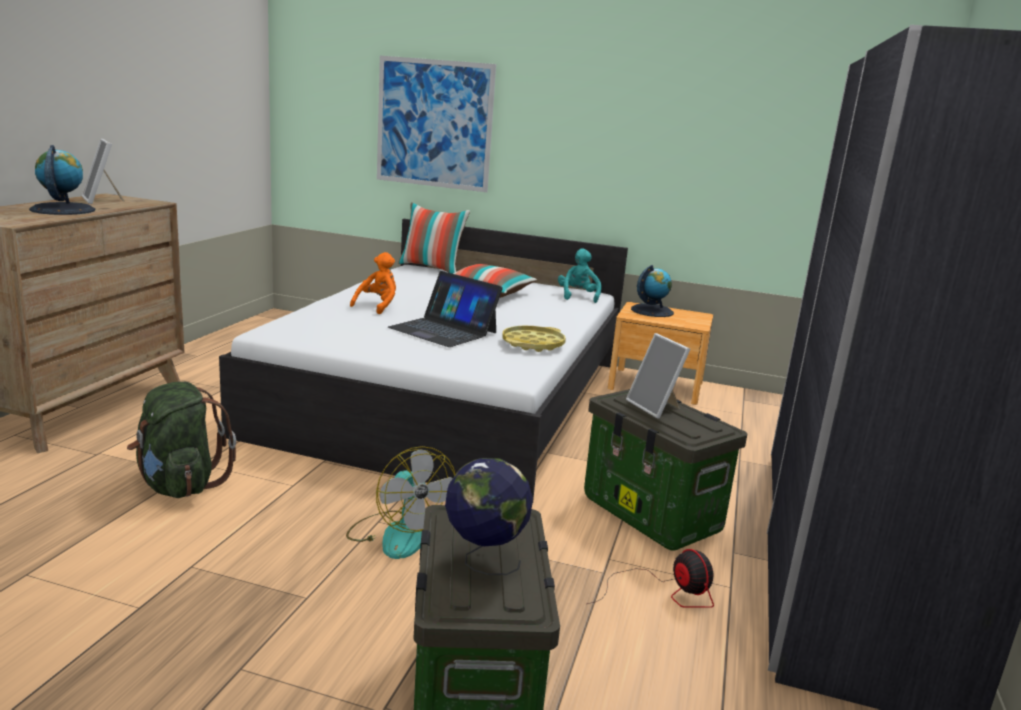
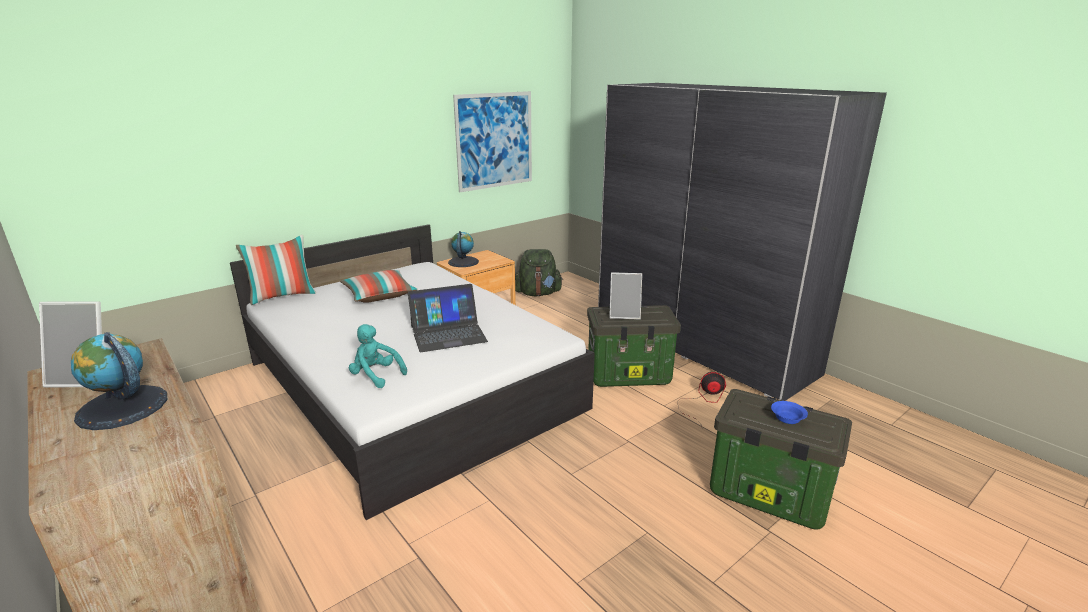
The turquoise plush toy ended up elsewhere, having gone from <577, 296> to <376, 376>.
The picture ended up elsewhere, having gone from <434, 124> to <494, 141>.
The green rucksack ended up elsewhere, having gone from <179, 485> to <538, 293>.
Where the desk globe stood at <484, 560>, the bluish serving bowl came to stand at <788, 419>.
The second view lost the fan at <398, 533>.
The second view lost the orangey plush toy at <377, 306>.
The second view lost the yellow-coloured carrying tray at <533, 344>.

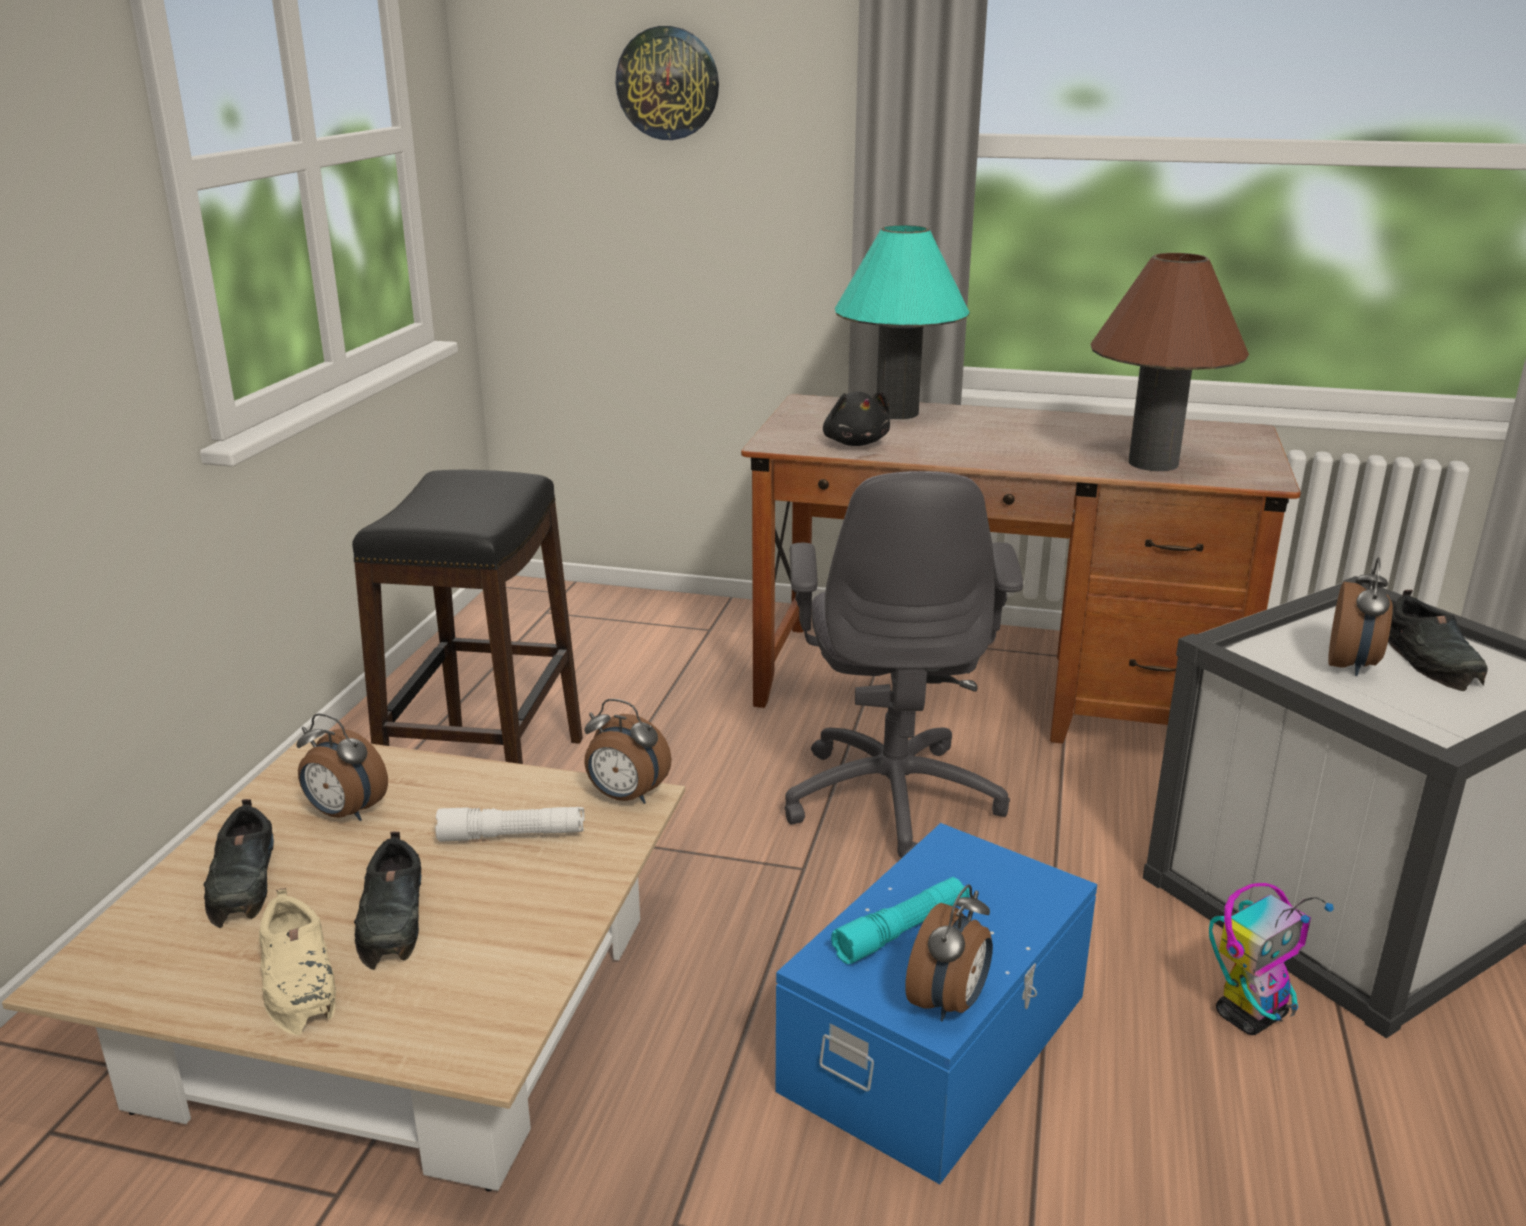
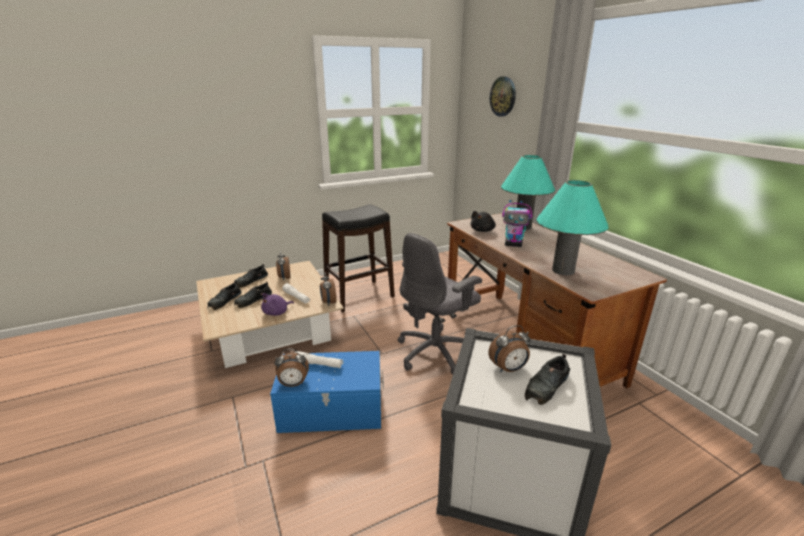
What was the sand-coloured item of footwear at <299, 978> turned into the black item of footwear at <224, 301>.
The second view gained the purplish plush toy at <277, 313>.
What was the turquoise torch at <902, 931> turned into the white-coloured torch at <318, 364>.
The model robot ended up elsewhere, having gone from <1251, 1015> to <513, 245>.
What was the brown tabletop lamp at <1153, 463> turned into the turquoise tabletop lamp at <563, 270>.

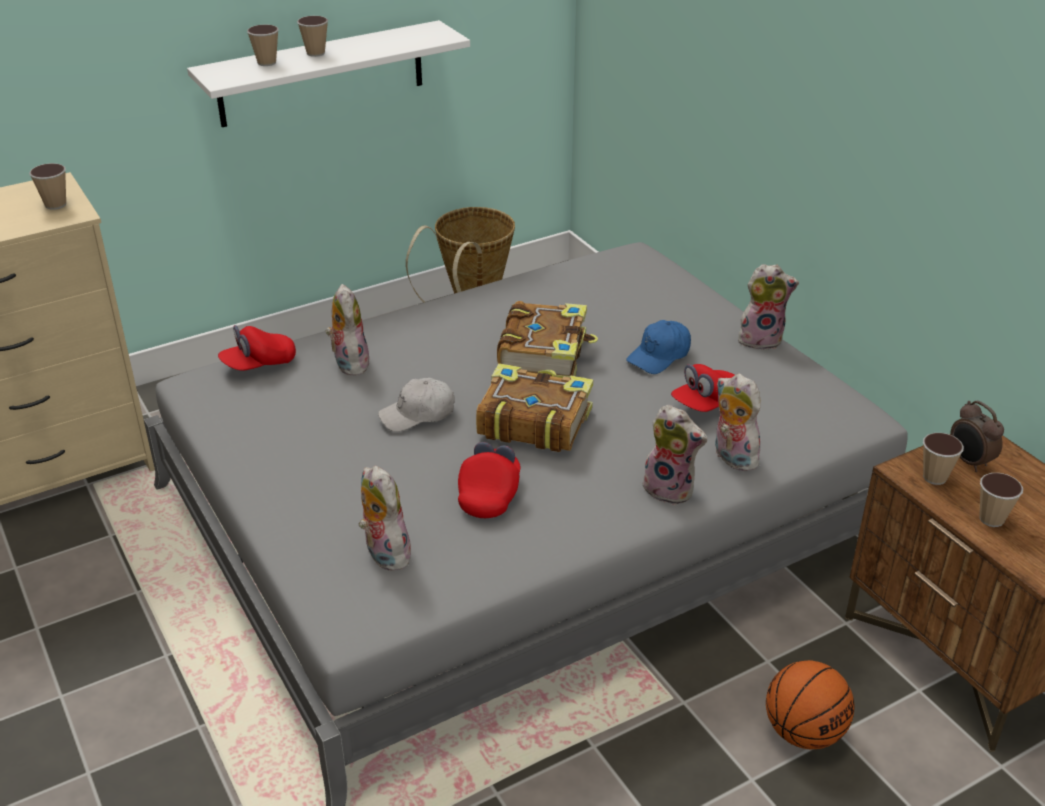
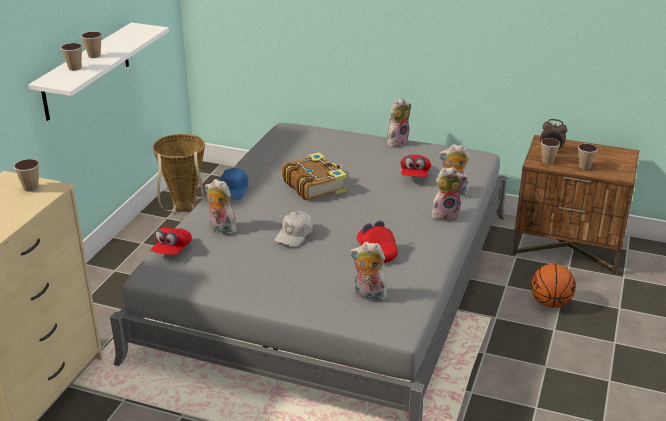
The bluish cap ended up elsewhere, having gone from <659, 356> to <233, 189>.
The second view lost the bound book at <533, 421>.

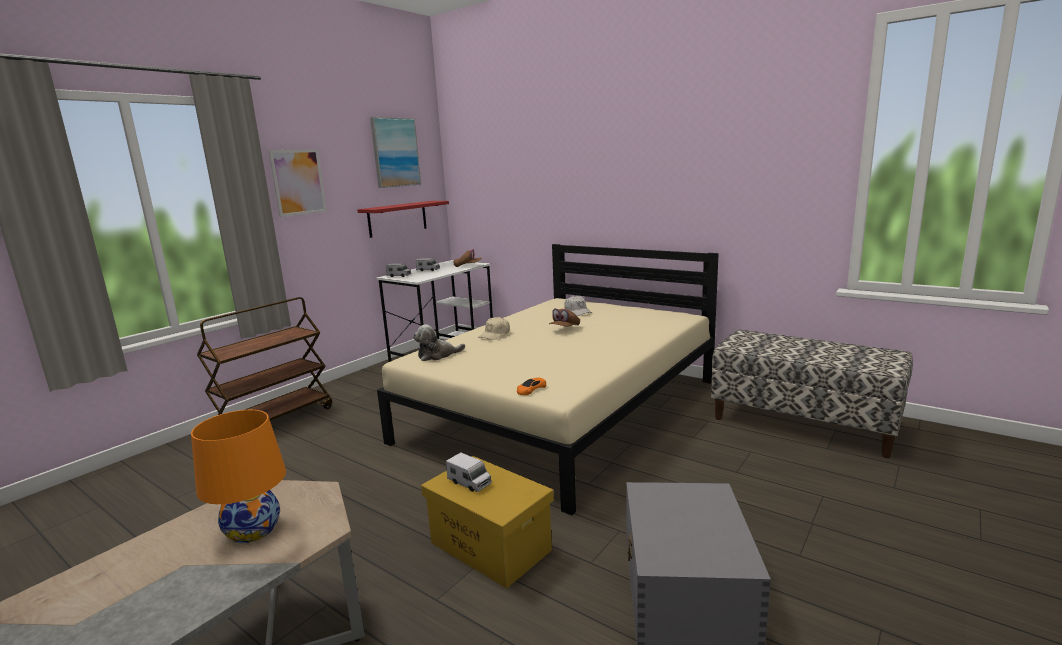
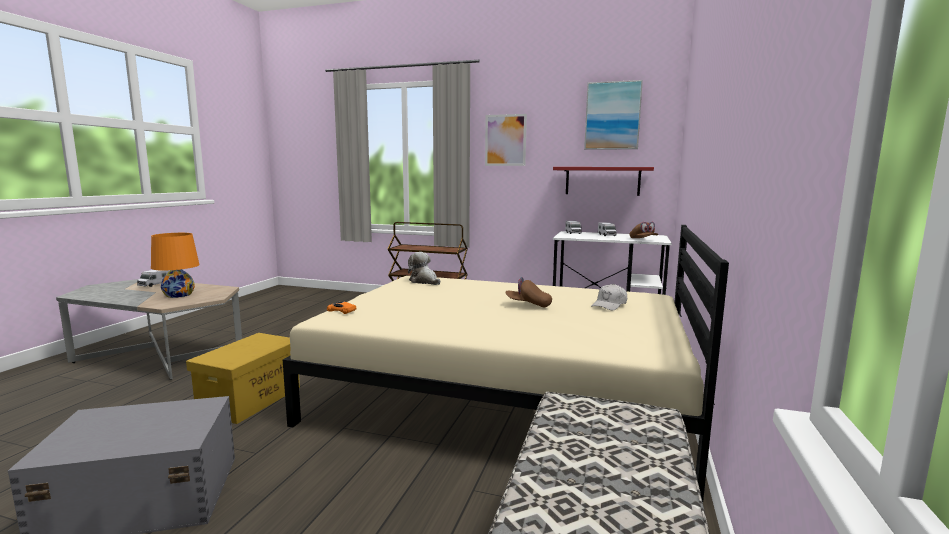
The model truck ended up elsewhere, having gone from <469, 482> to <154, 284>.
The second view lost the sand-coloured cap at <495, 335>.

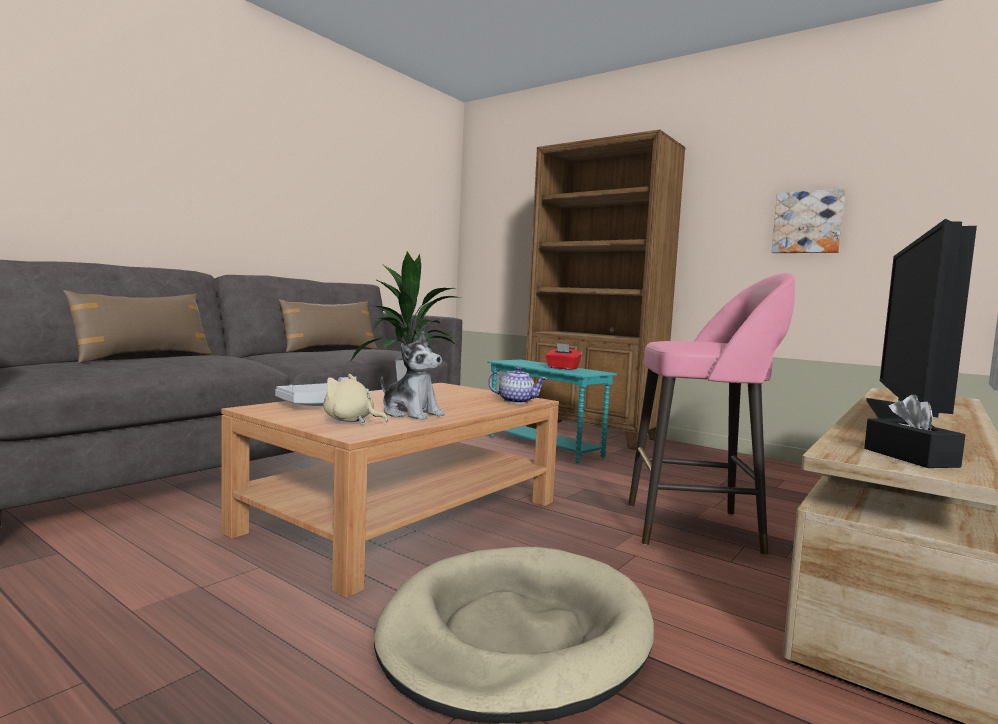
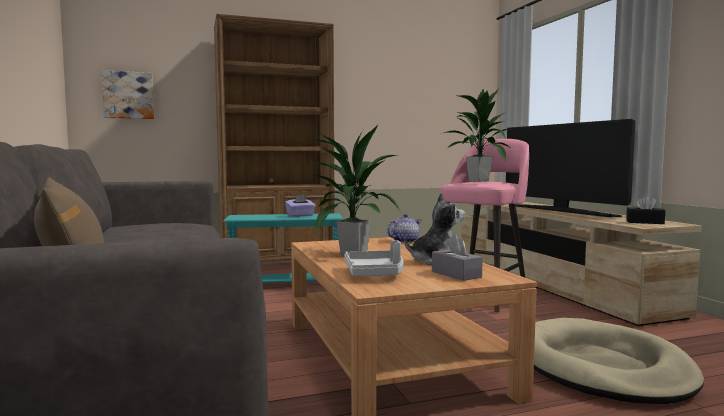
The picture ended up elsewhere, having gone from <808, 222> to <128, 95>.
What was the reddish tissue box at <562, 368> turned into the purplish tissue box at <300, 215>.
Where the sand-coloured plush toy stood at <351, 421>, the greyish tissue box came to stand at <456, 274>.
The second view gained the potted plant at <477, 181>.
The second view lost the brown cushion at <329, 349>.

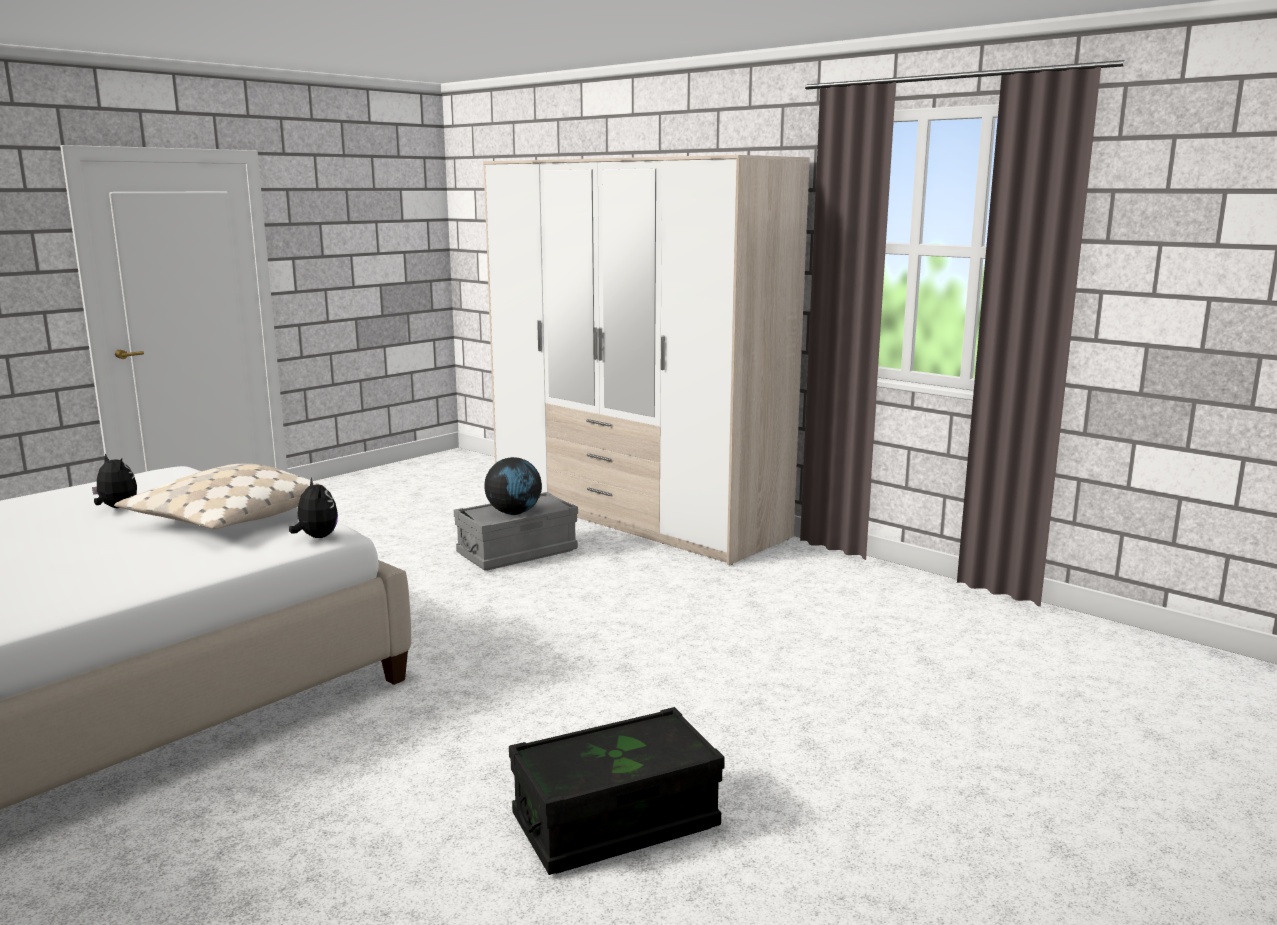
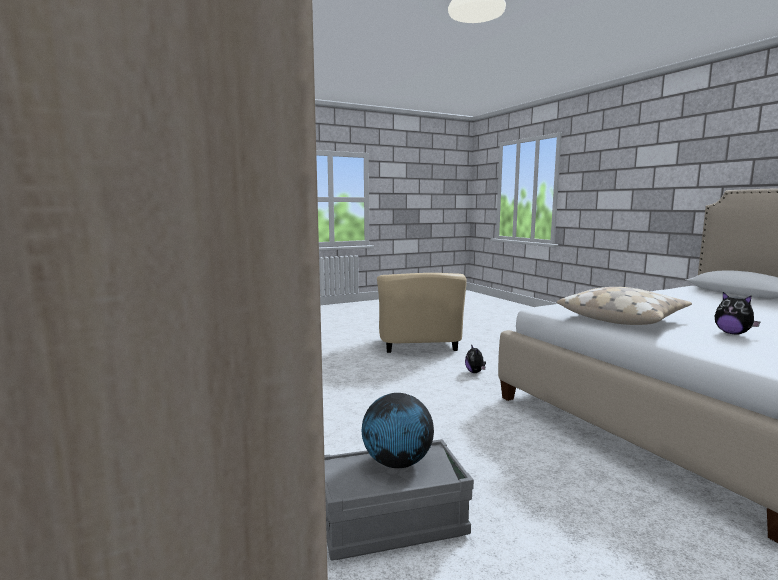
Where the black storage box stood at <616, 823>, the sand-coloured easy chair came to stand at <419, 347>.
The plush toy ended up elsewhere, having gone from <316, 537> to <475, 372>.

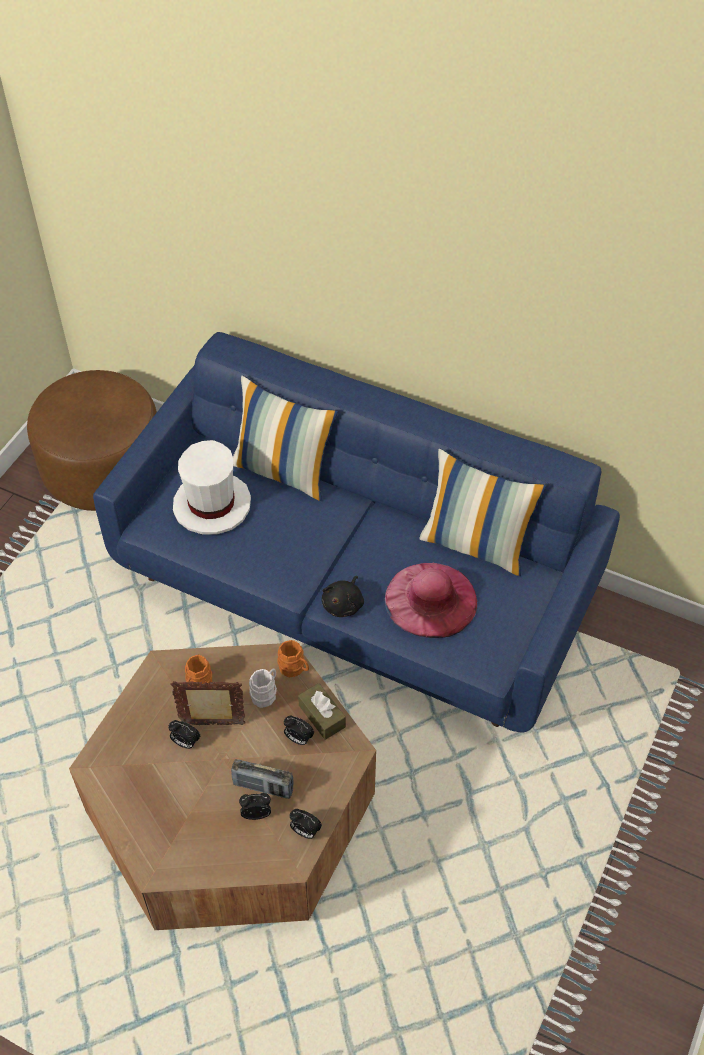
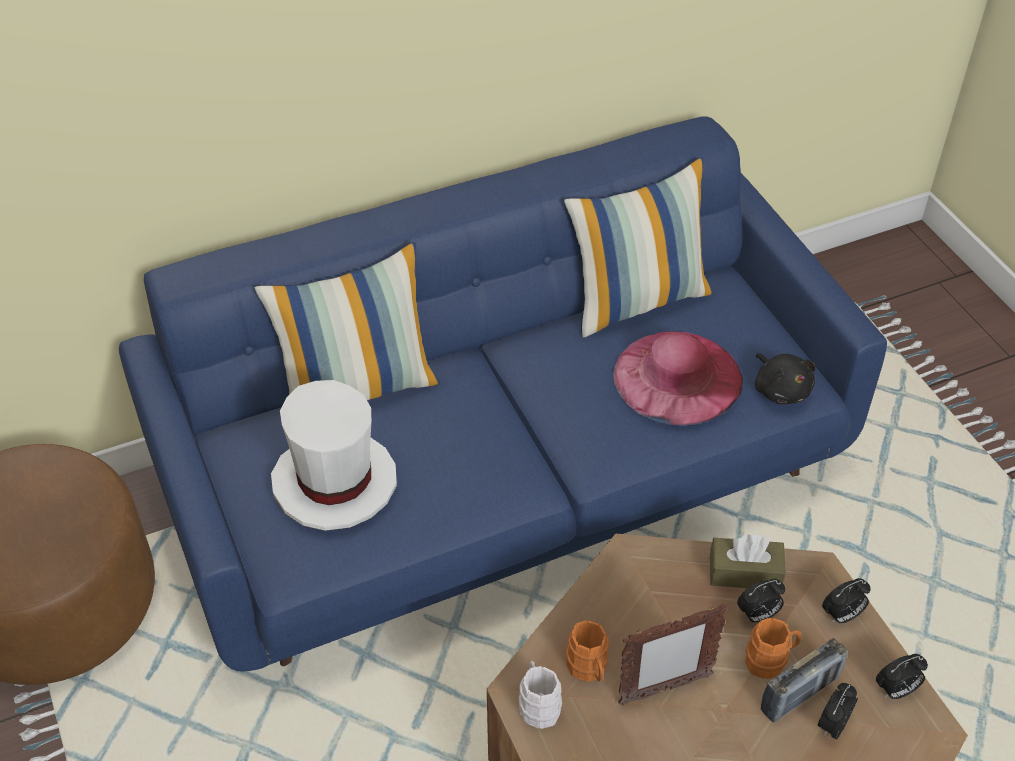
The white-coloured coffee mug ended up elsewhere, having gone from <265, 693> to <538, 704>.
The standing frame at <213, 725> ended up facing another way, 150 degrees counterclockwise from before.
The orangey coffee mug ended up elsewhere, having gone from <294, 668> to <770, 660>.
The black plush toy ended up elsewhere, having gone from <344, 604> to <781, 389>.
The bedside clock ended up elsewhere, having gone from <185, 742> to <841, 616>.

